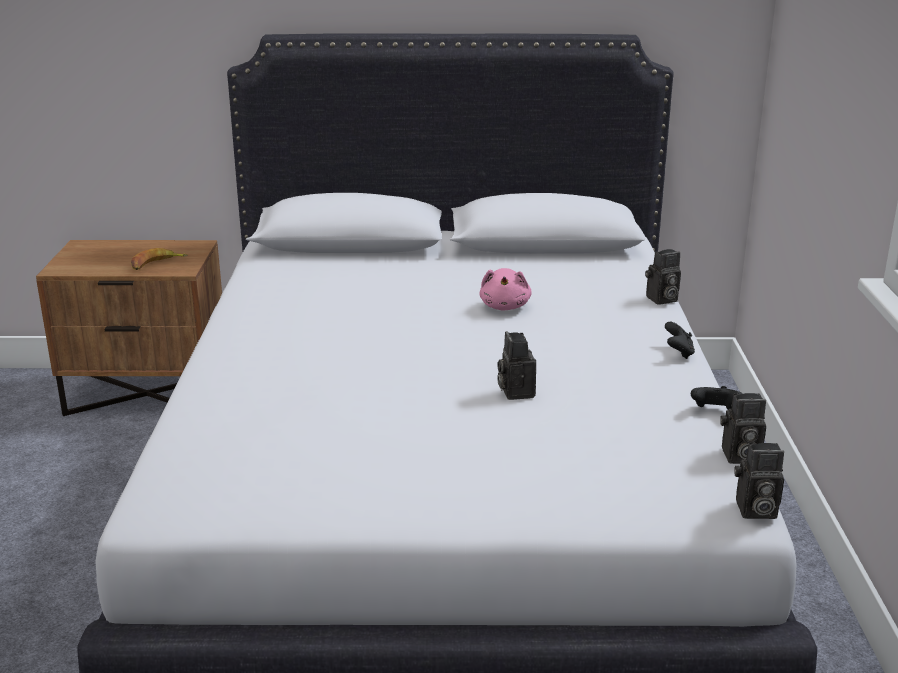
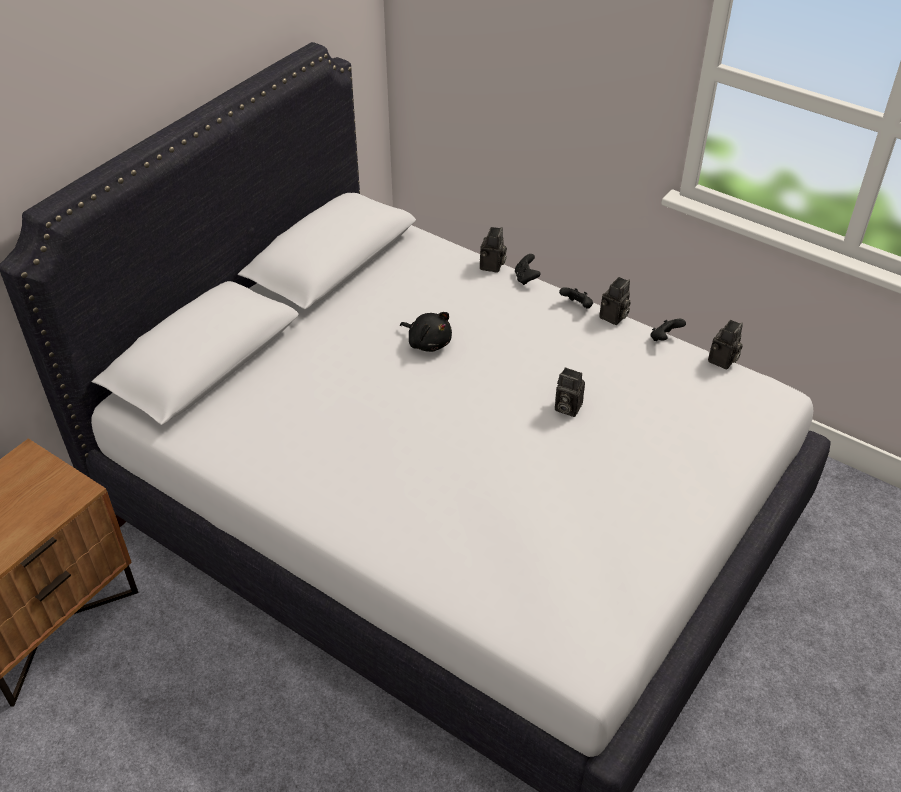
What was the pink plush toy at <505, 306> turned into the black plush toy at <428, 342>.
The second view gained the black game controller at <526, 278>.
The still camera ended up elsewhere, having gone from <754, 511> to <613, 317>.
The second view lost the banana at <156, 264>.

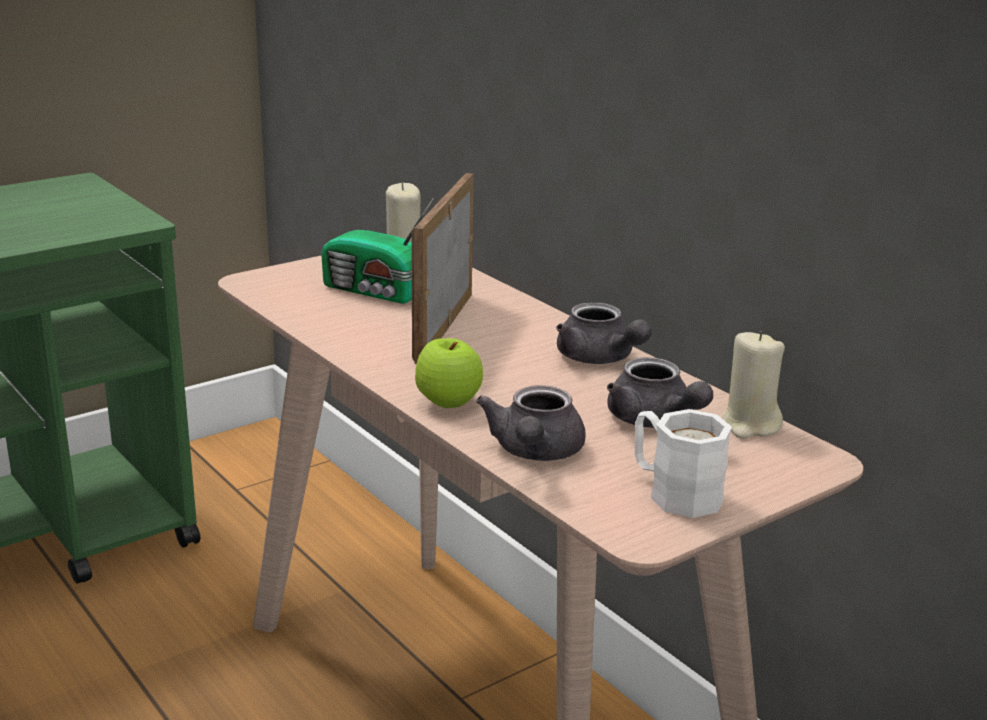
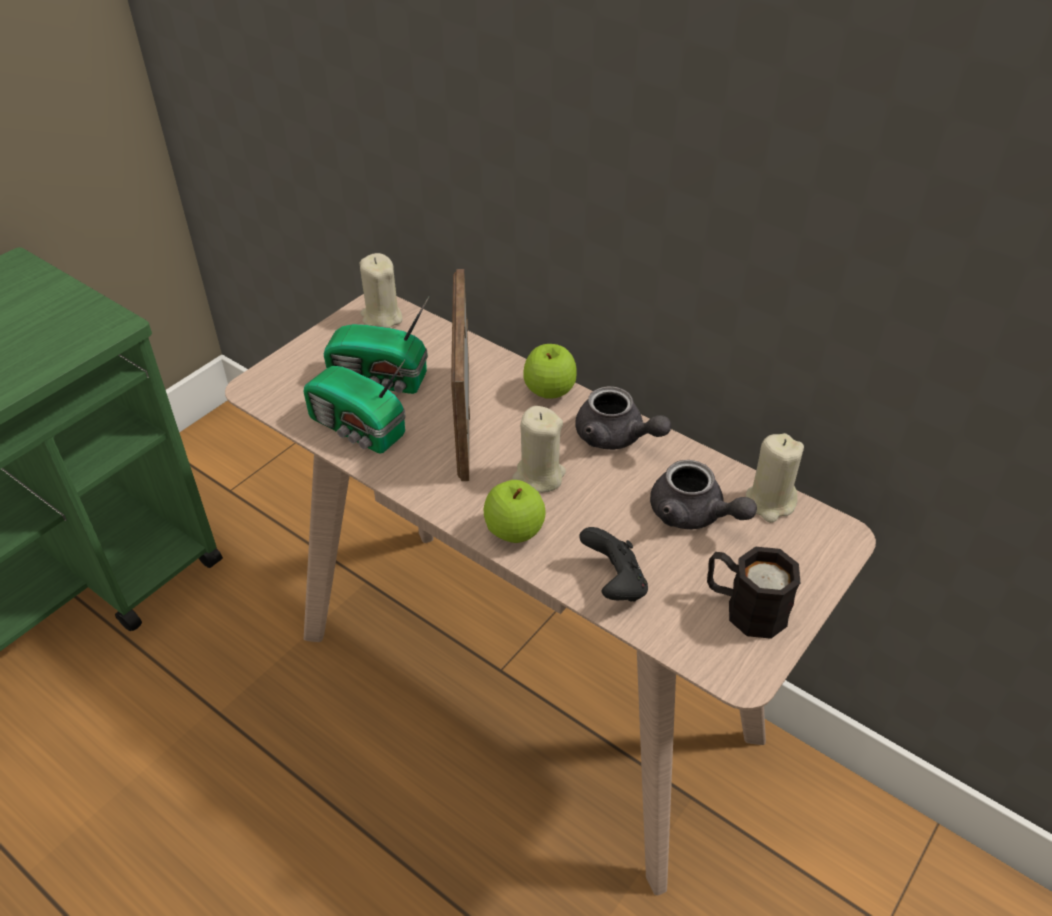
The second view gained the radio receiver at <358, 429>.
The second view gained the sand-coloured wax light at <539, 476>.
The second view gained the apple at <549, 392>.
Where the greyish teapot stood at <534, 453>, the black game controller came to stand at <614, 584>.
What was the white-coloured coffee mug at <673, 492> turned into the black coffee mug at <744, 608>.

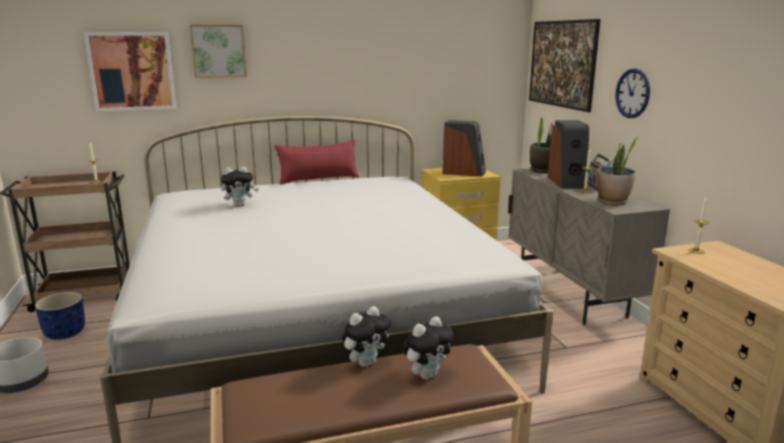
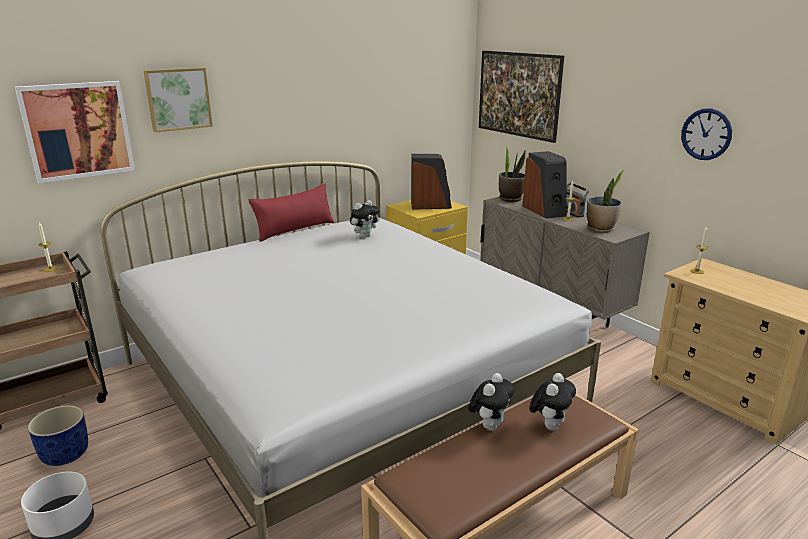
The plush toy ended up elsewhere, having gone from <240, 205> to <364, 236>.
The hanging clock ended up elsewhere, having gone from <632, 93> to <706, 134>.

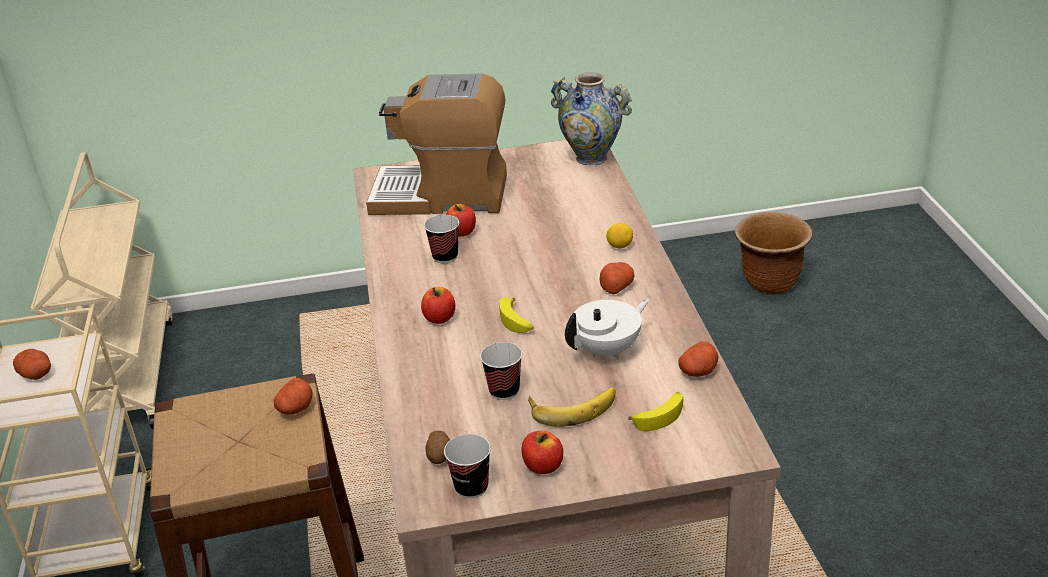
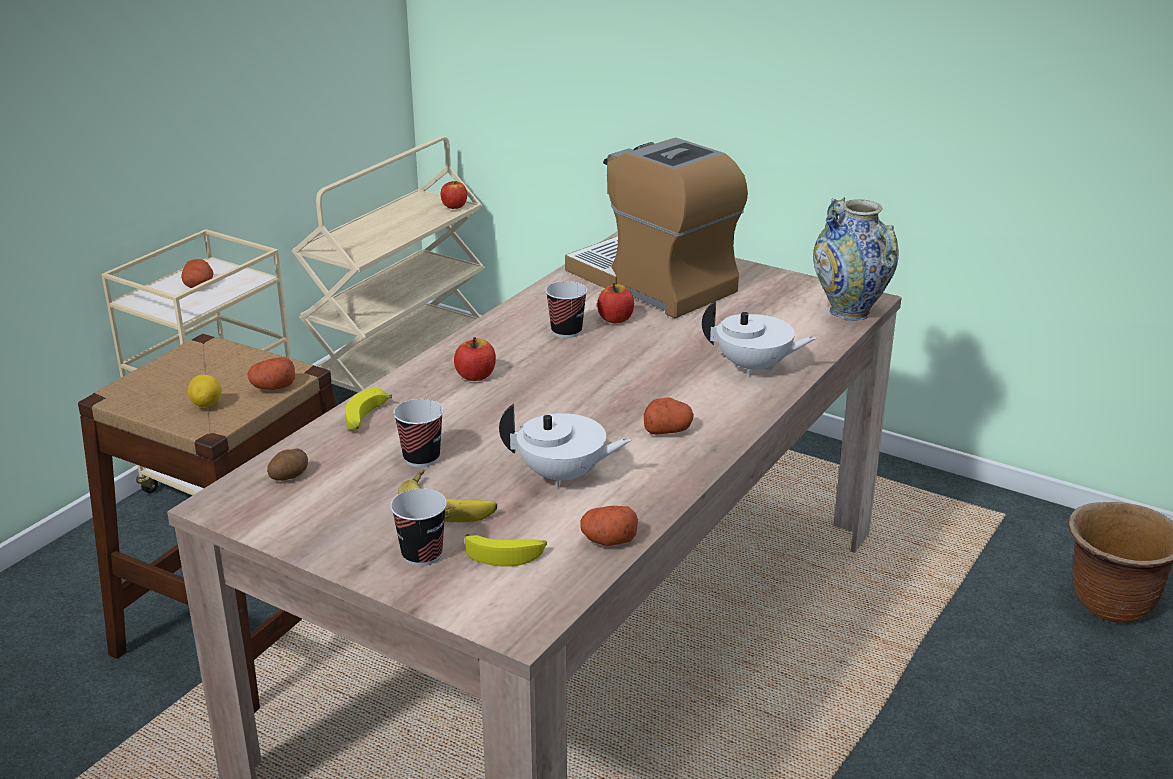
The whole lemon ended up elsewhere, having gone from <619, 246> to <207, 405>.
The banana ended up elsewhere, having gone from <517, 321> to <366, 418>.
The cup ended up elsewhere, having gone from <471, 487> to <422, 554>.
The apple ended up elsewhere, having gone from <543, 466> to <454, 206>.
The second view gained the white-coloured teapot at <754, 367>.

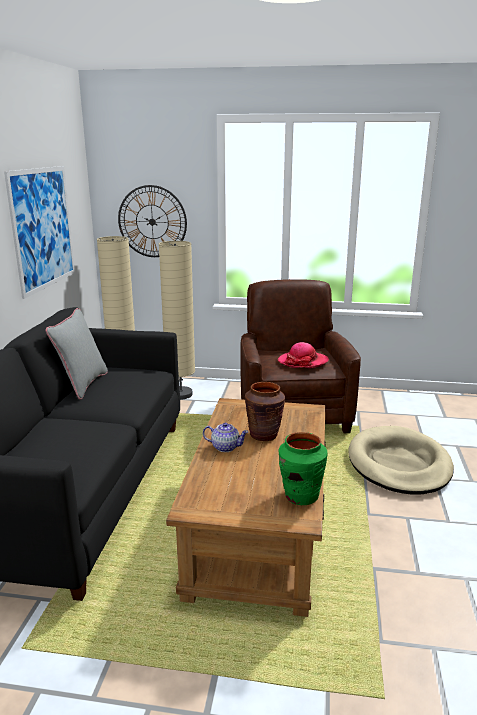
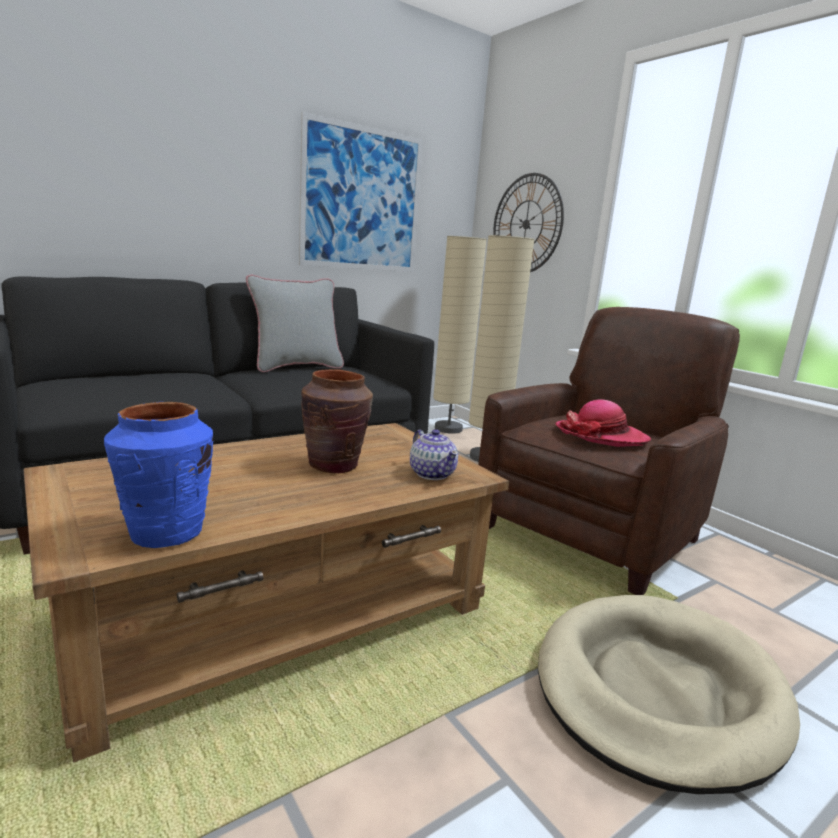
What was the green vase at <301, 496> turned into the bluish vase at <166, 533>.
The teapot ended up elsewhere, having gone from <225, 447> to <432, 474>.

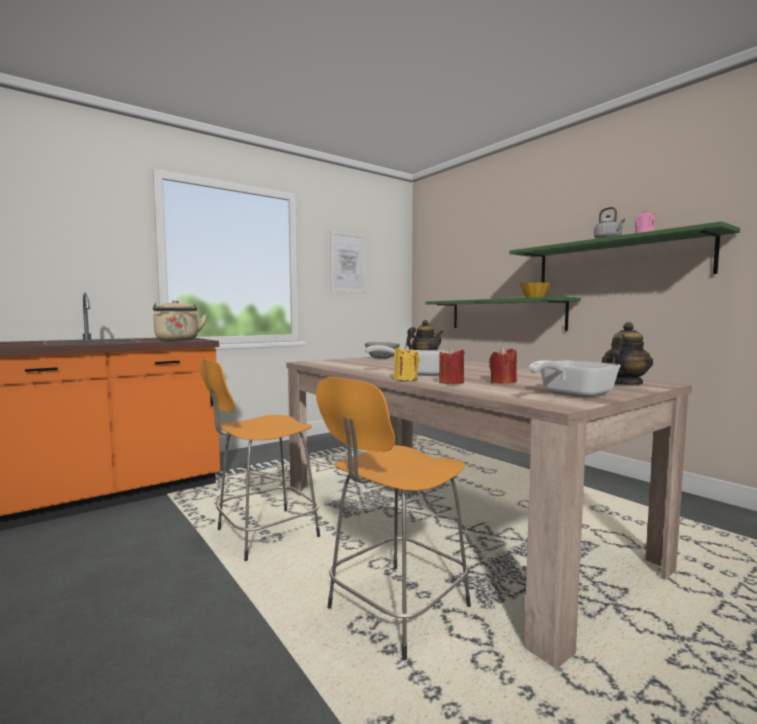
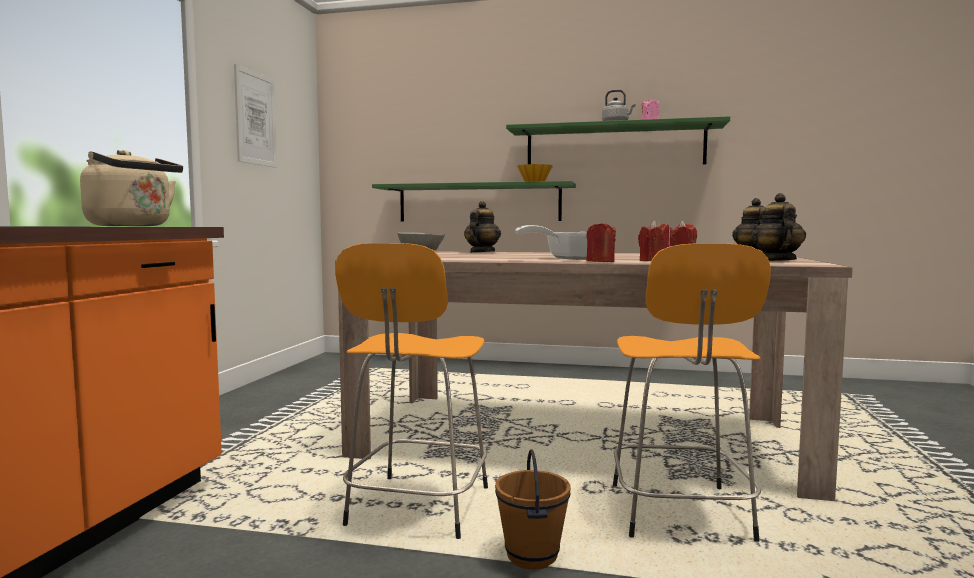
The second view gained the brown pail at <531, 556>.
What was the yellow-coloured wax light at <406, 379> turned into the reddish wax light at <600, 261>.
Where the skillet stood at <571, 394>, the teapot came to stand at <777, 261>.

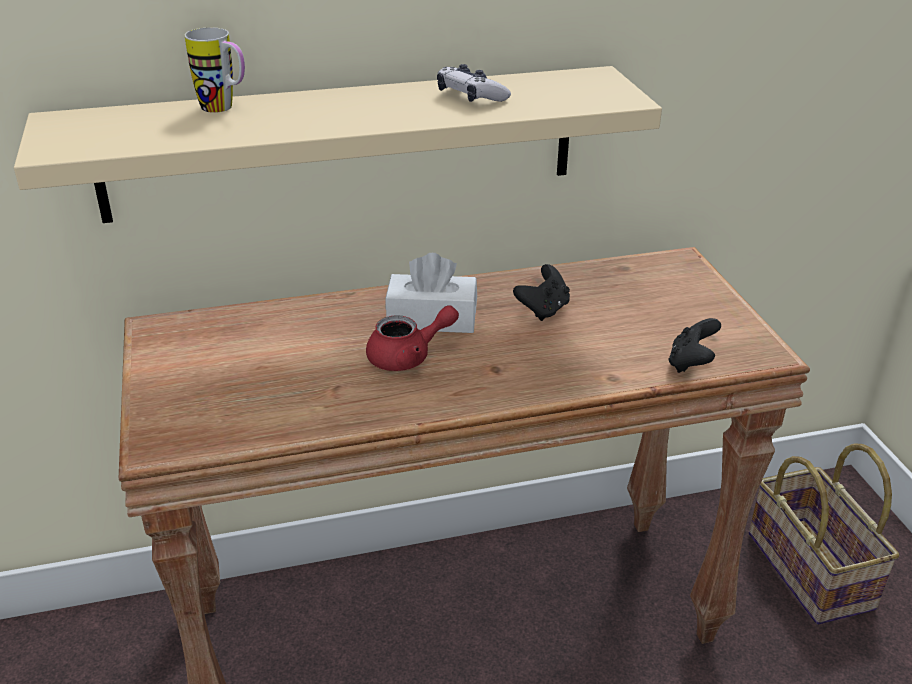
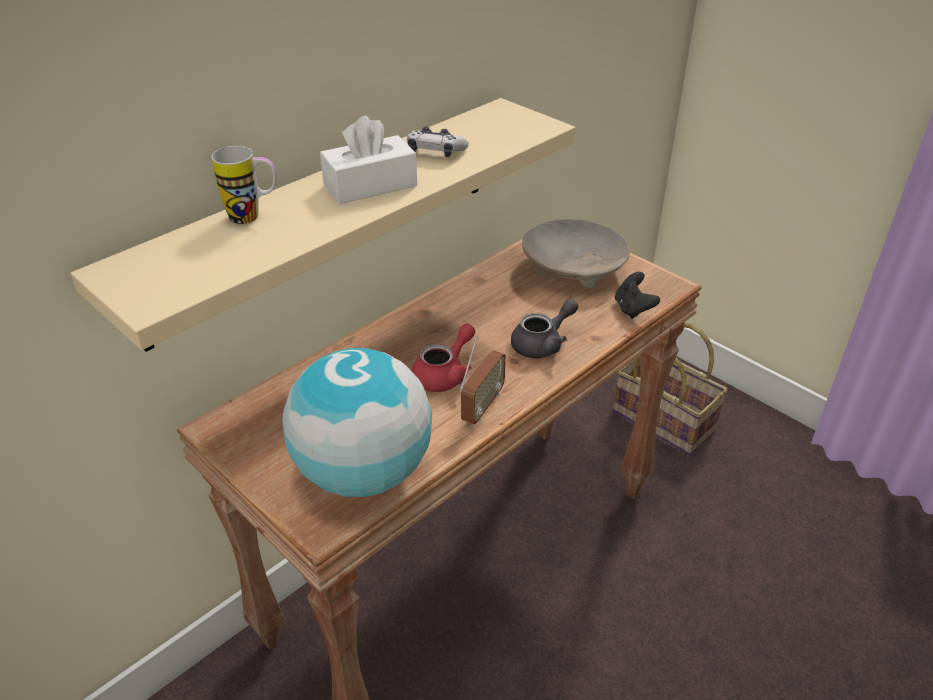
The second view gained the desk globe at <364, 473>.
The white-coloured tissue box ended up elsewhere, having gone from <432, 319> to <370, 185>.
The second view gained the radio receiver at <482, 406>.
The second view gained the greyish teapot at <543, 344>.
The second view gained the sand-coloured serving bowl at <572, 267>.
The second view lost the black game controller at <543, 310>.

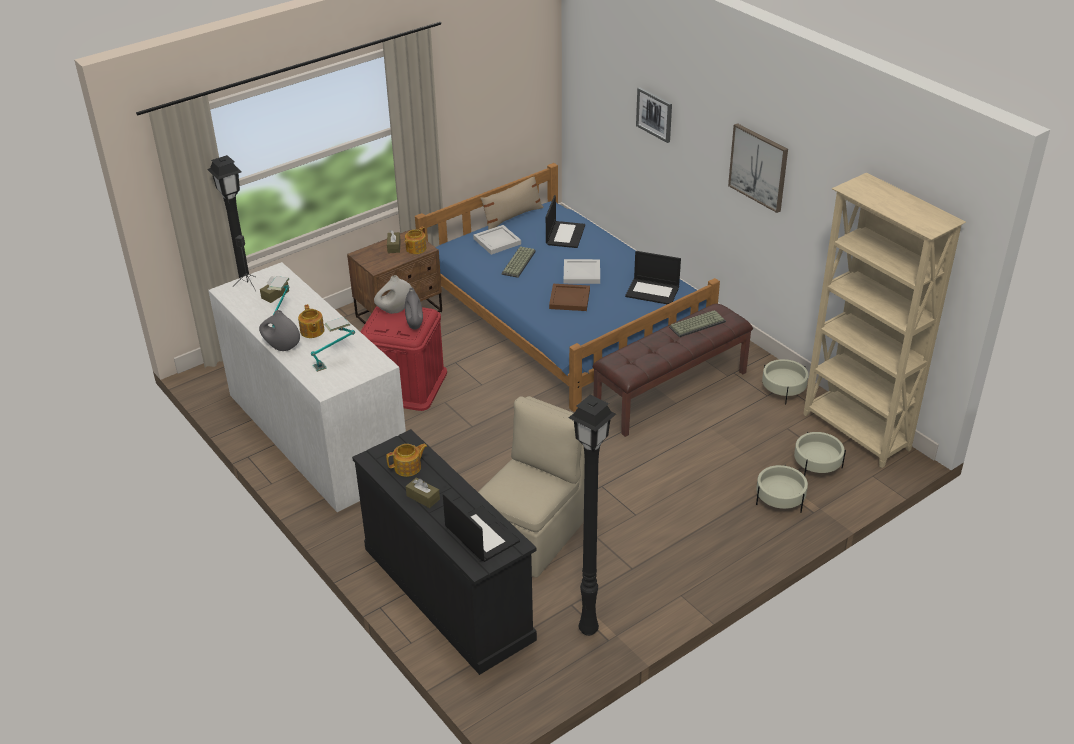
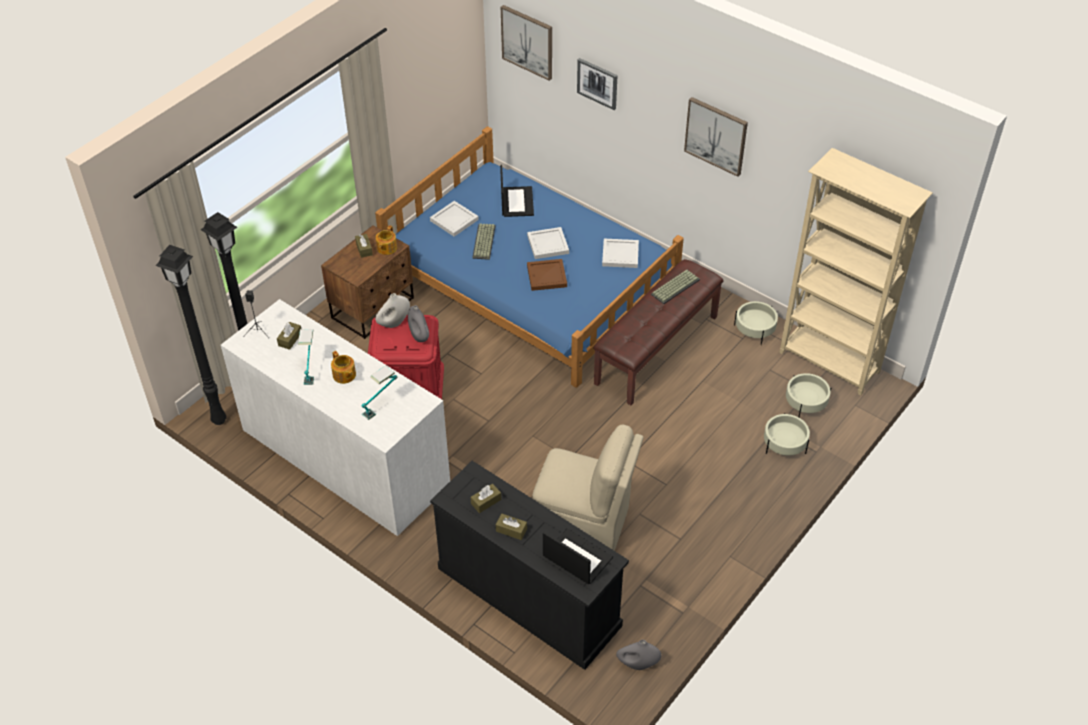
The black floor lamp ended up elsewhere, having gone from <586, 629> to <217, 420>.
Where the teapot stood at <408, 467>, the brown tissue box came to stand at <486, 502>.
The second view gained the picture at <527, 42>.
The sand-coloured plain chair at <533, 534> ended up facing another way, 90 degrees clockwise from before.
Where the portable computer stood at <653, 291>, the white-coloured carrying tray came to stand at <621, 254>.
The greyish vase ended up elsewhere, having gone from <282, 347> to <637, 664>.
The second view lost the sand-coloured cushion at <512, 217>.

